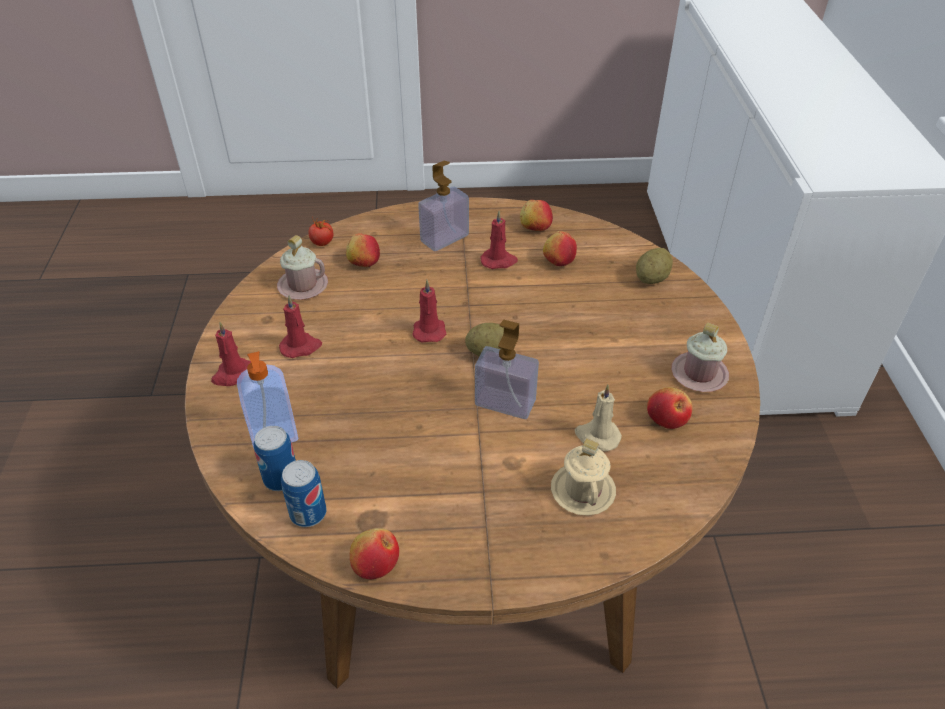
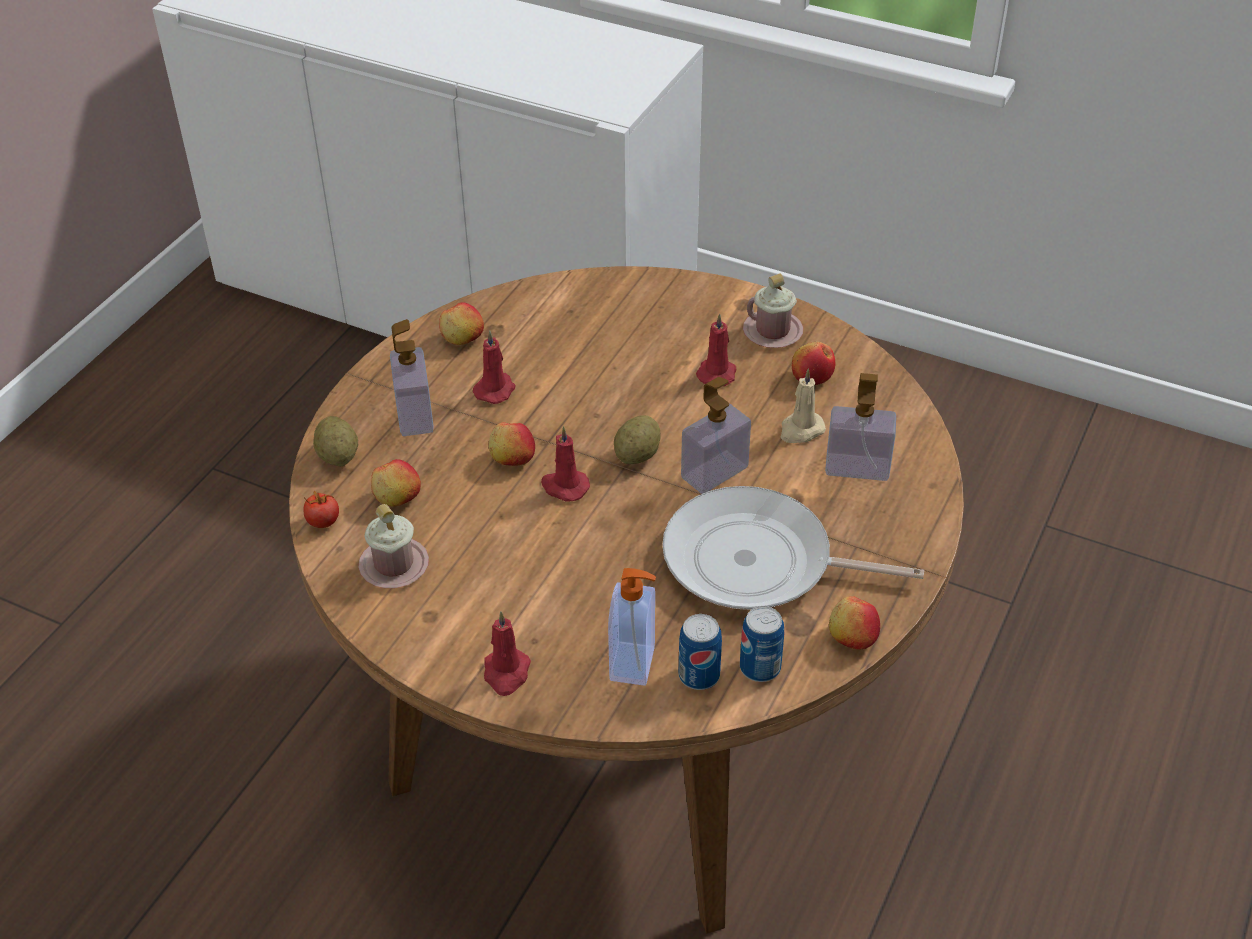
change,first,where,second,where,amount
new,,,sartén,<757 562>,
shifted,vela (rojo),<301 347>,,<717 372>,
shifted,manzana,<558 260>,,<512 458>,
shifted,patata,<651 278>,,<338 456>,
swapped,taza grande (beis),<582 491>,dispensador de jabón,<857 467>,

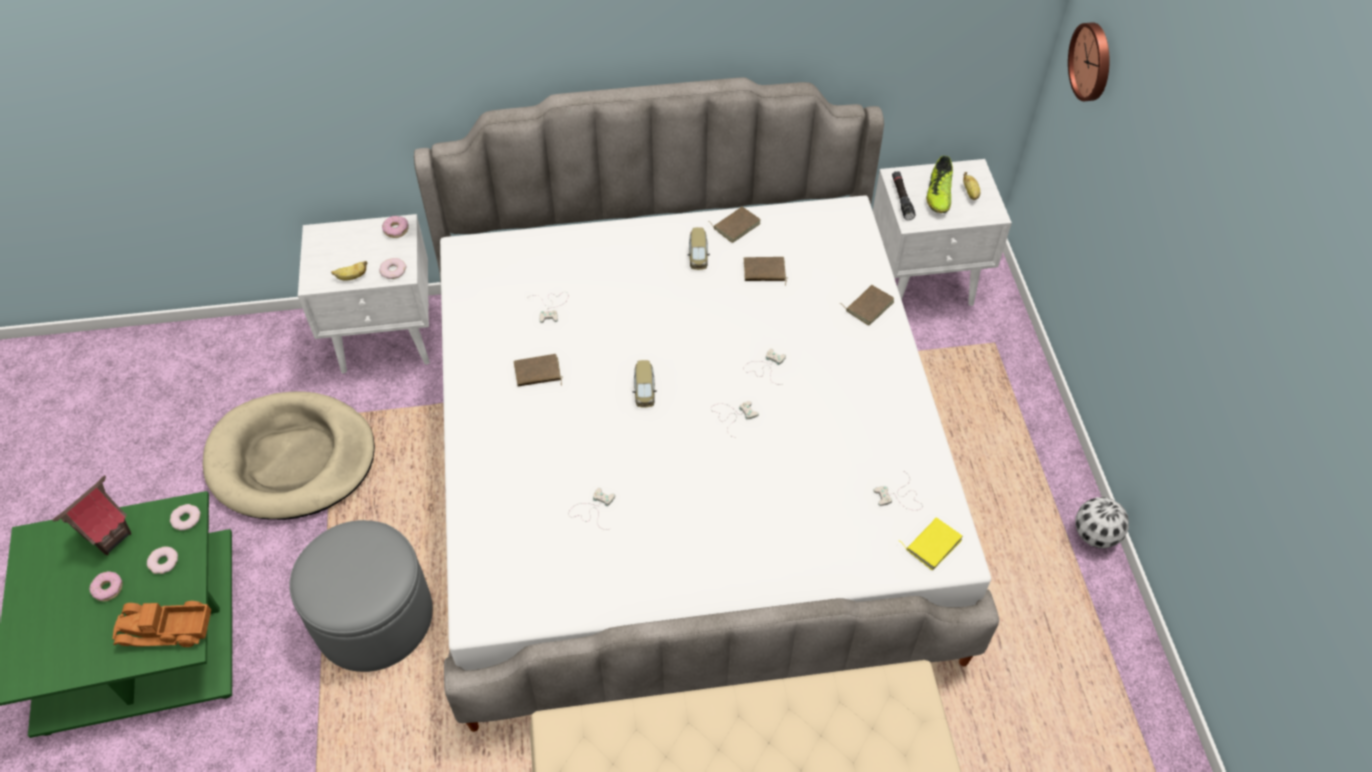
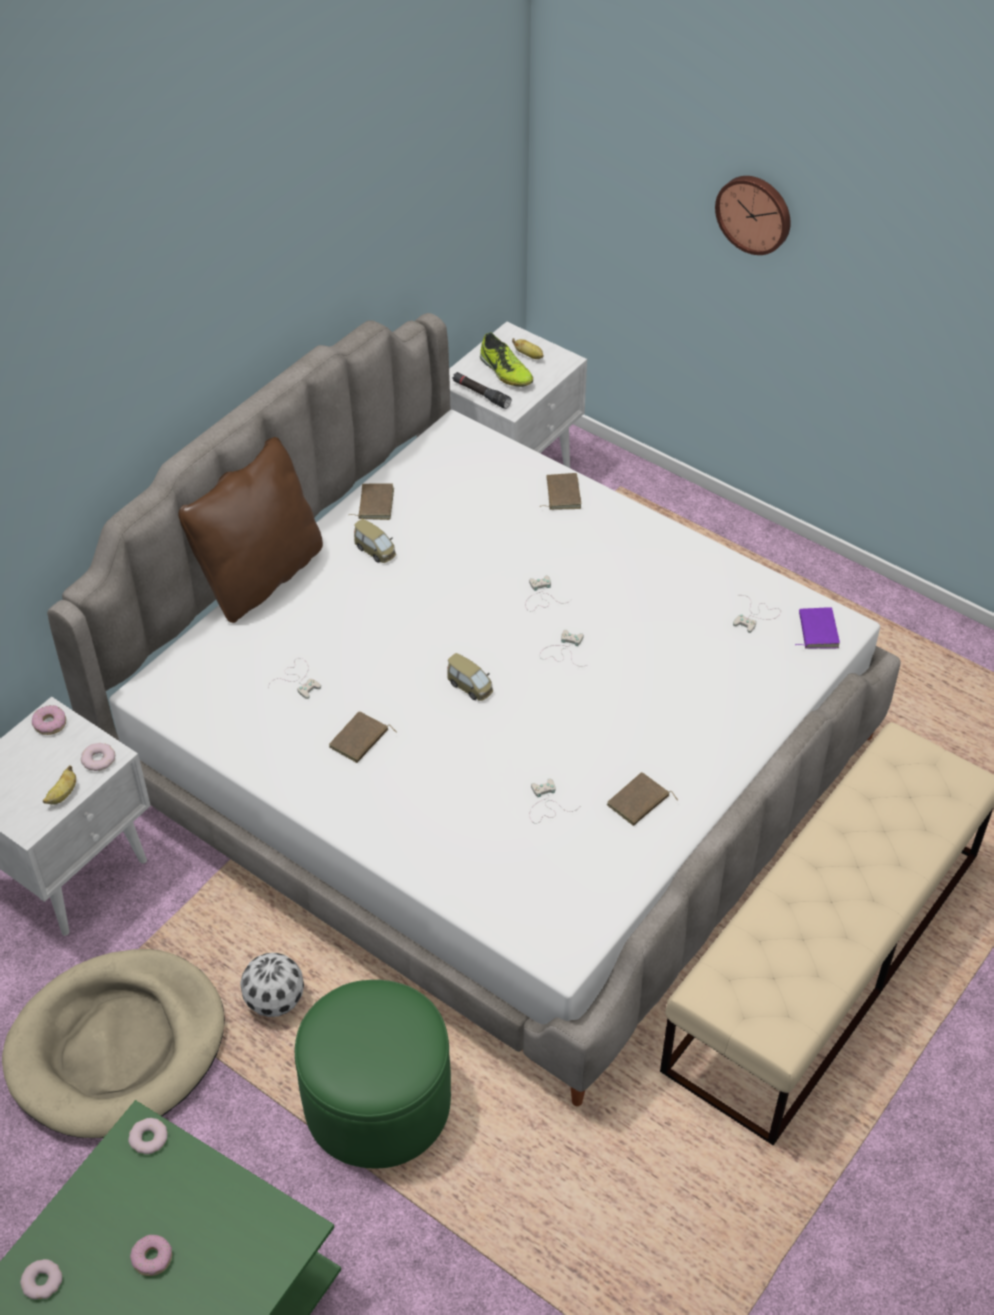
change,first,where,second,where,amount
gone,casita,<108 536>,,,
gone,camión de juguete,<165 630>,,,
new,,,cojín (marrón),<260 576>,
shifted,rosquilla,<164 562>,,<42 1281>,
shifted,libro (marrón),<764 272>,,<639 802>,
shifted,reloj de pared,<1092 61>,,<755 213>,
shifted,balón de fútbol,<1094 534>,,<274 1001>,
repainted,puf (gris),<373 617>,puf (verde),<377 1101>,
repainted,libro (amarillo),<932 544>,libro (morado),<816 630>,

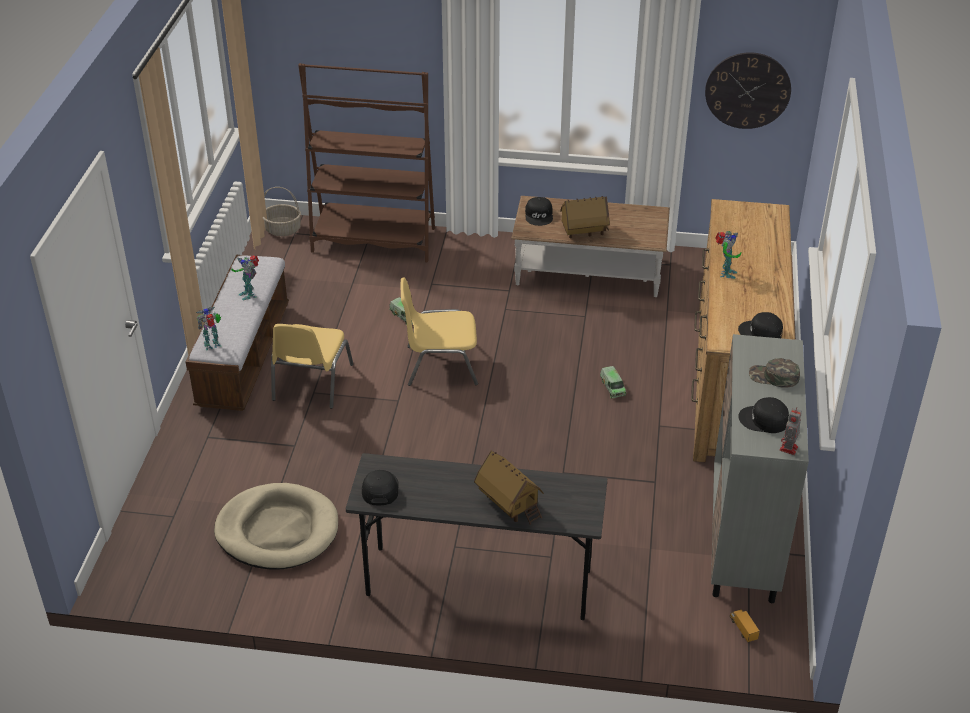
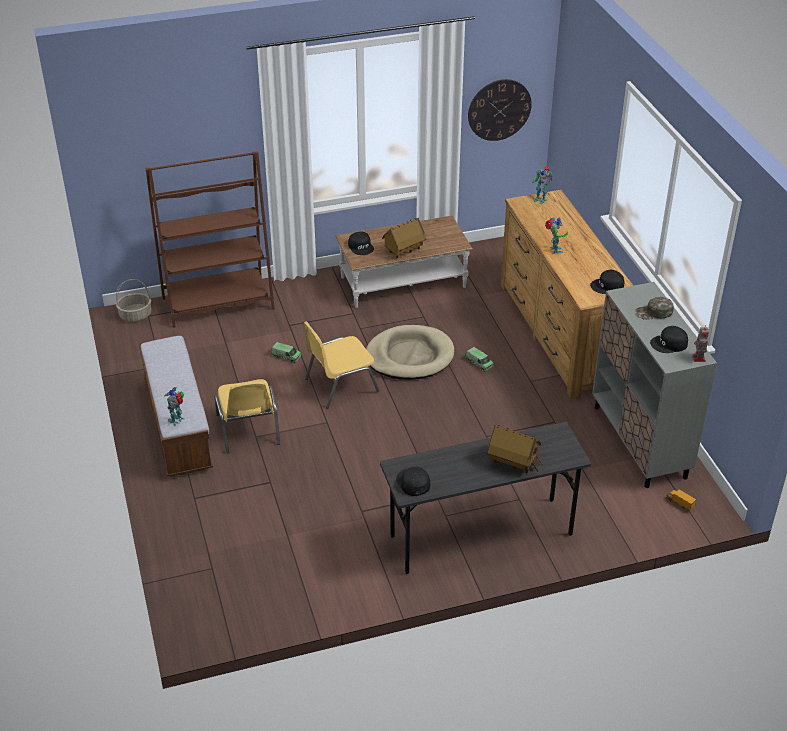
change,first,where,second,where,amount
shifted,cama para perro (beis),<277 530>,,<409 356>,
shifted,robot de juguete,<249 294>,,<540 199>,

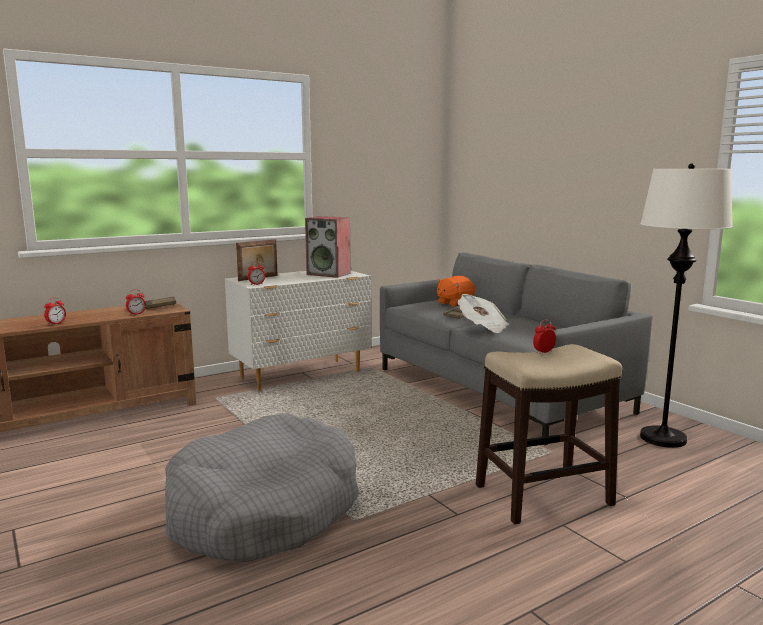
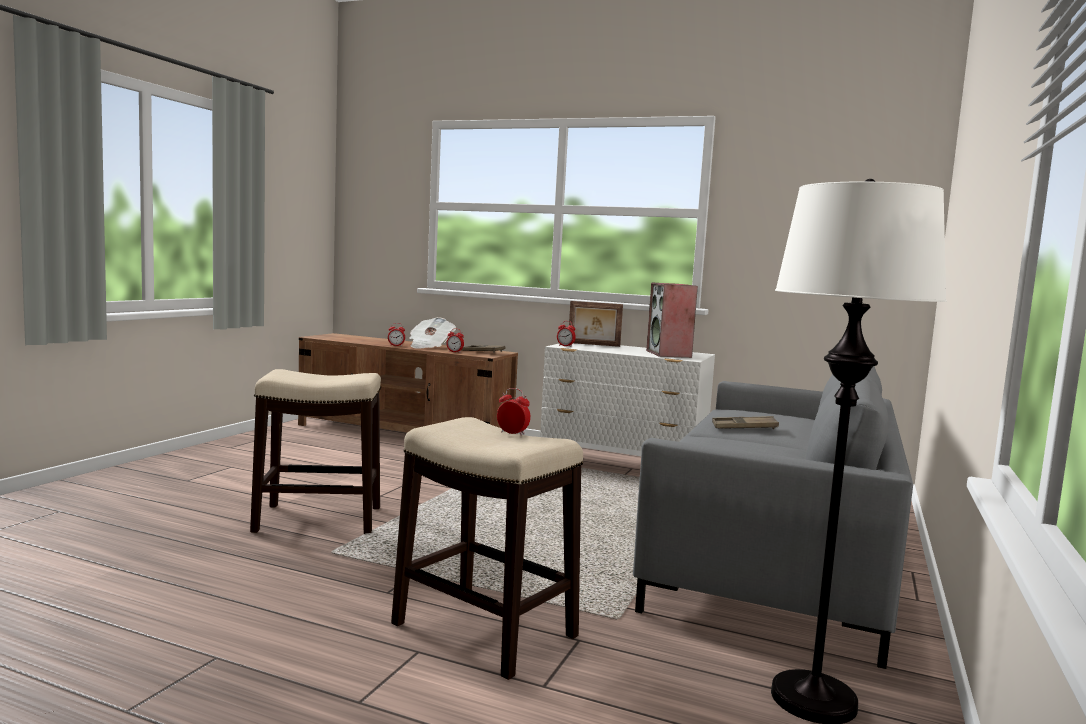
change,first,where,second,where,amount
gone,peluche (naranja),<454 303>,,,
shifted,periódico,<482 327>,,<430 346>,
swapped,cama para perro (gris),<264 510>,taburete,<320 519>,

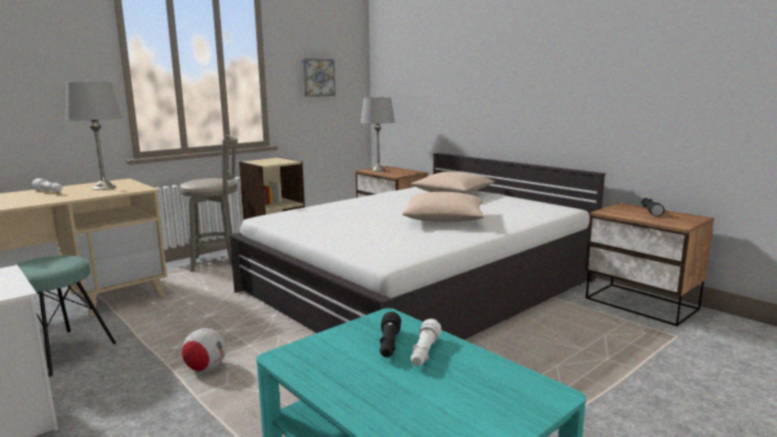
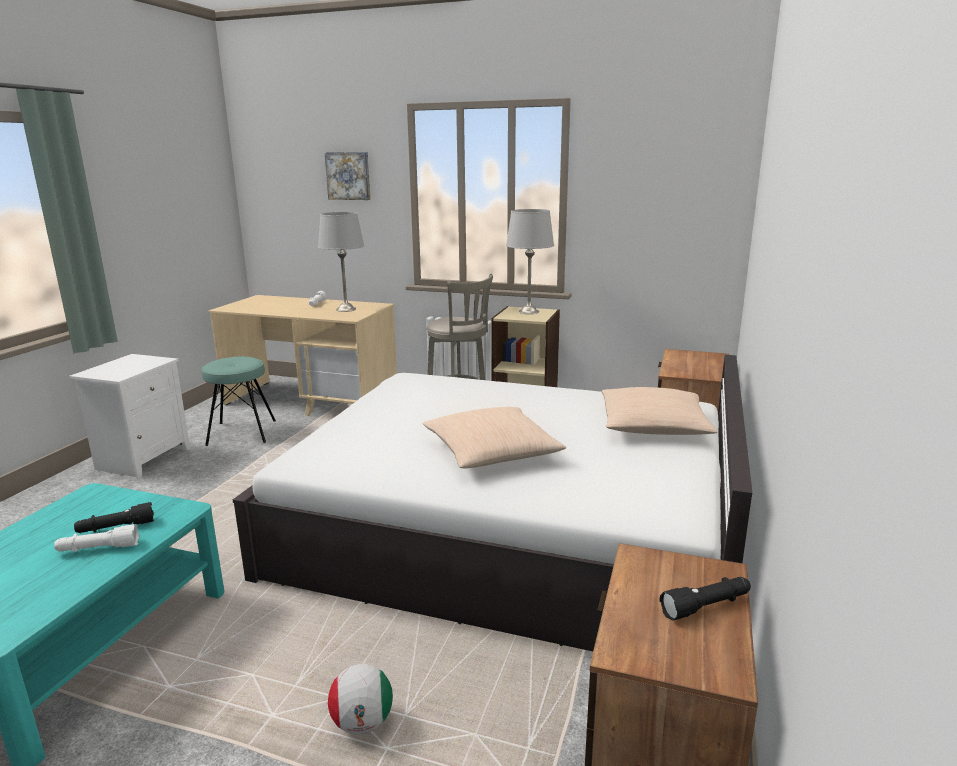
change,first,where,second,where,amount
shifted,balón de fútbol,<206 368>,,<362 723>,
shifted,cuadro,<317 77>,,<349 176>,
shifted,lámpara de mesa (gris),<378 170>,,<529 312>,

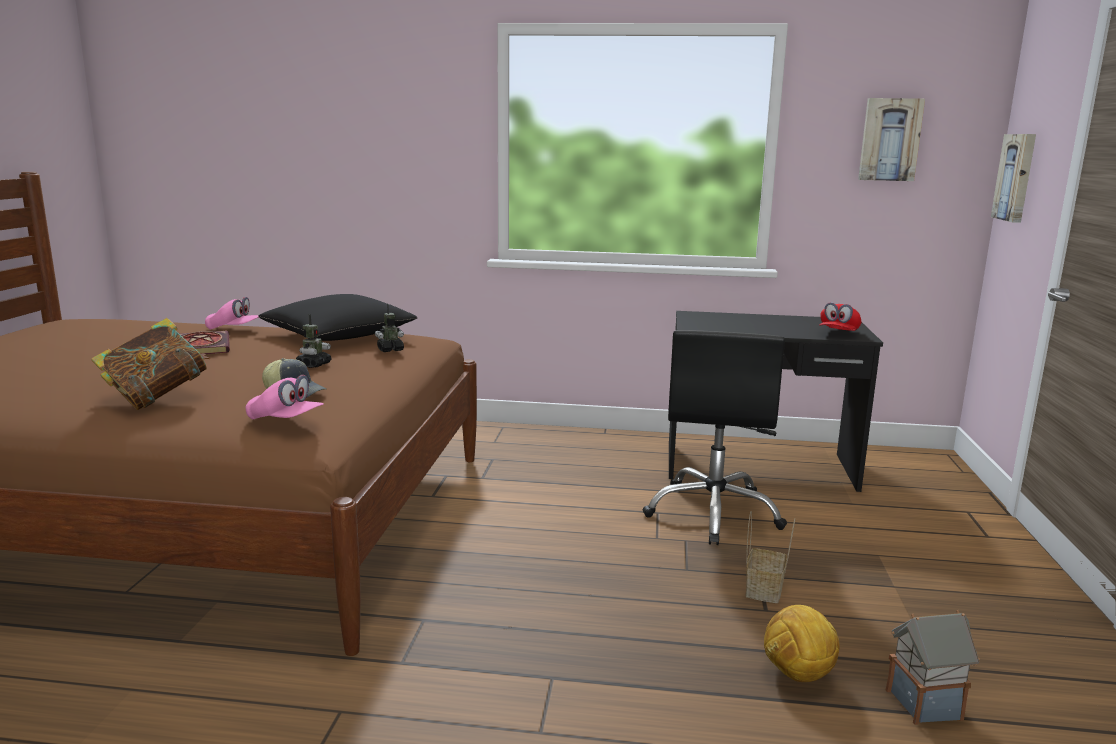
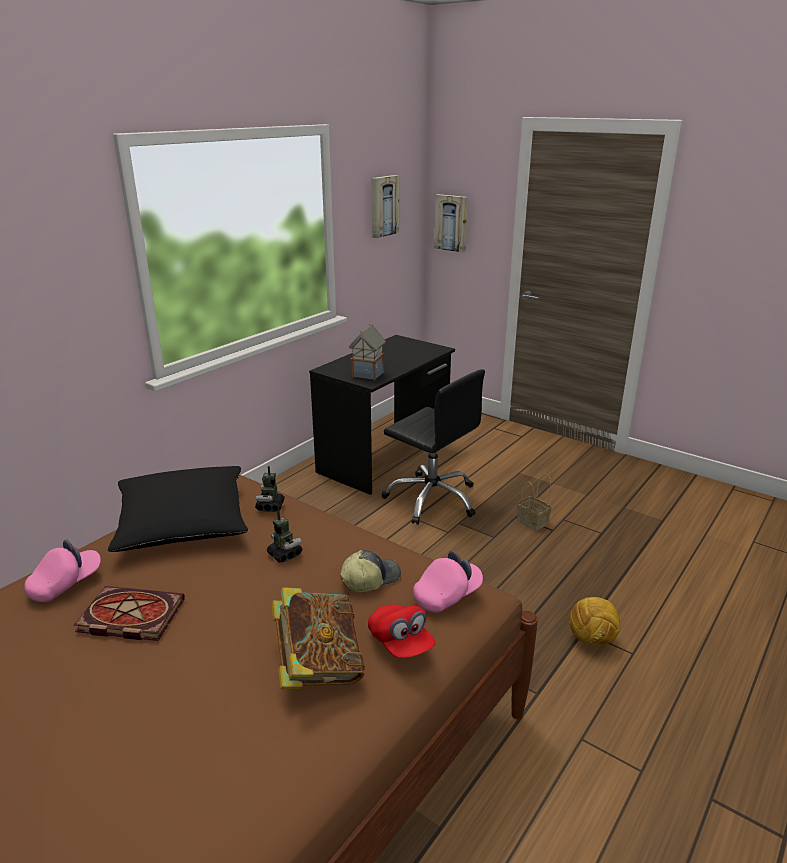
change,first,where,second,where,amount
shifted,balón de fútbol,<798 675>,,<592 640>,
shifted,gorra (rojo),<838 334>,,<401 643>,
shifted,casita,<925 704>,,<368 374>,

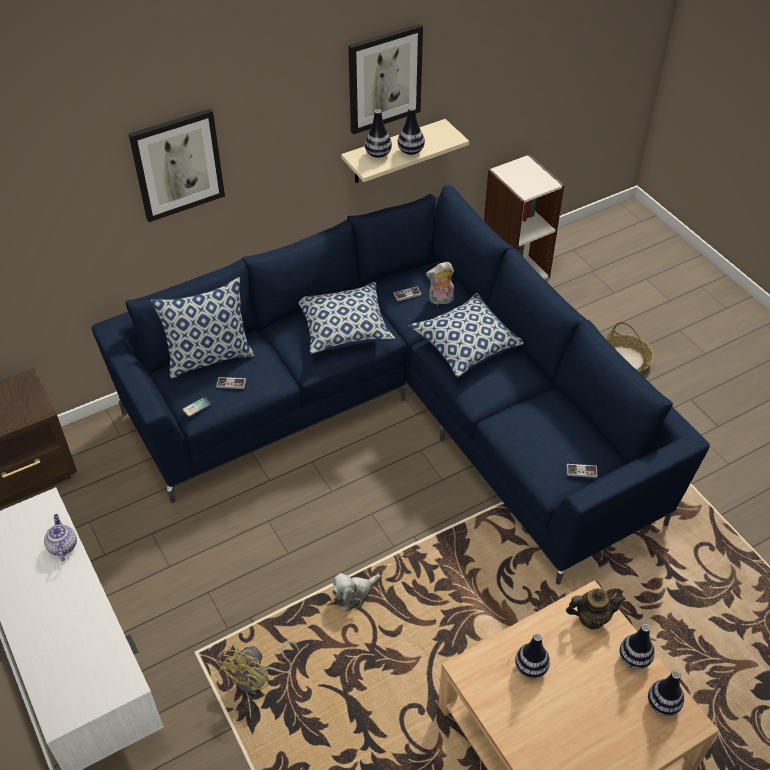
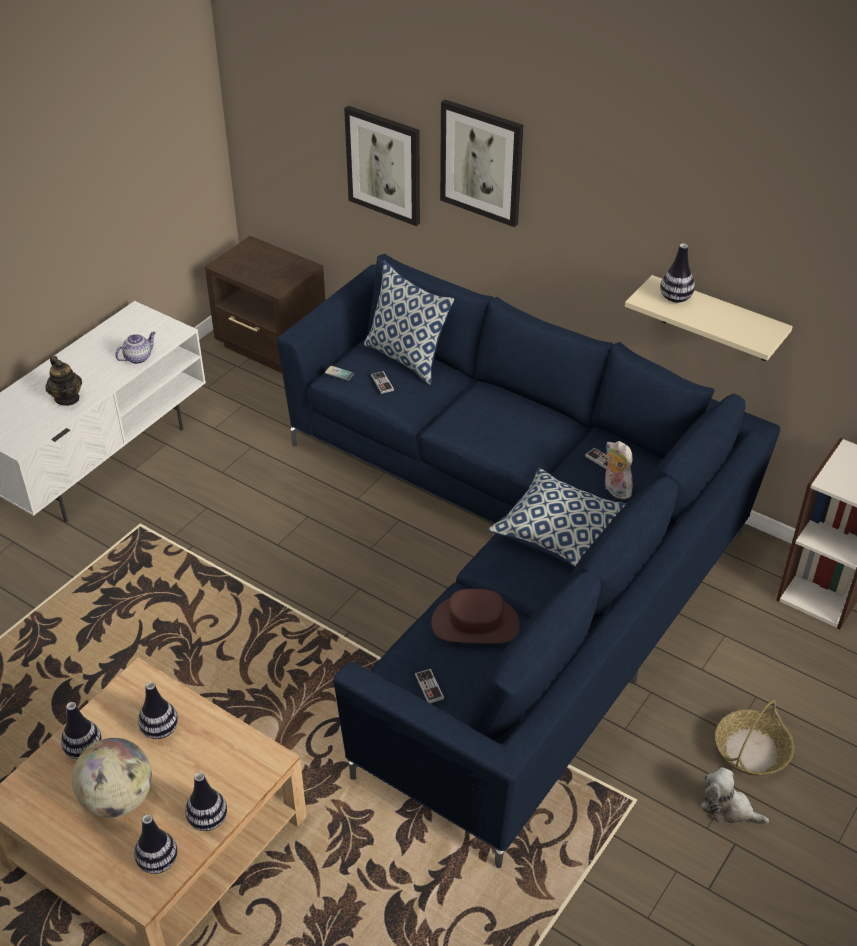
change,first,where,second,where,amount
gone,ventilador (amarillo),<258 677>,,,
gone,cojín,<344 328>,,,
new,,,globo terráqueo,<118 799>,
new,,,sombrero (marrón),<475 623>,
shifted,peluche,<354 594>,,<728 808>,
shifted,cuadro,<384 78>,,<384 165>,
shifted,florero,<411 151>,,<84 750>,
shifted,tetera,<591 618>,,<67 398>,

